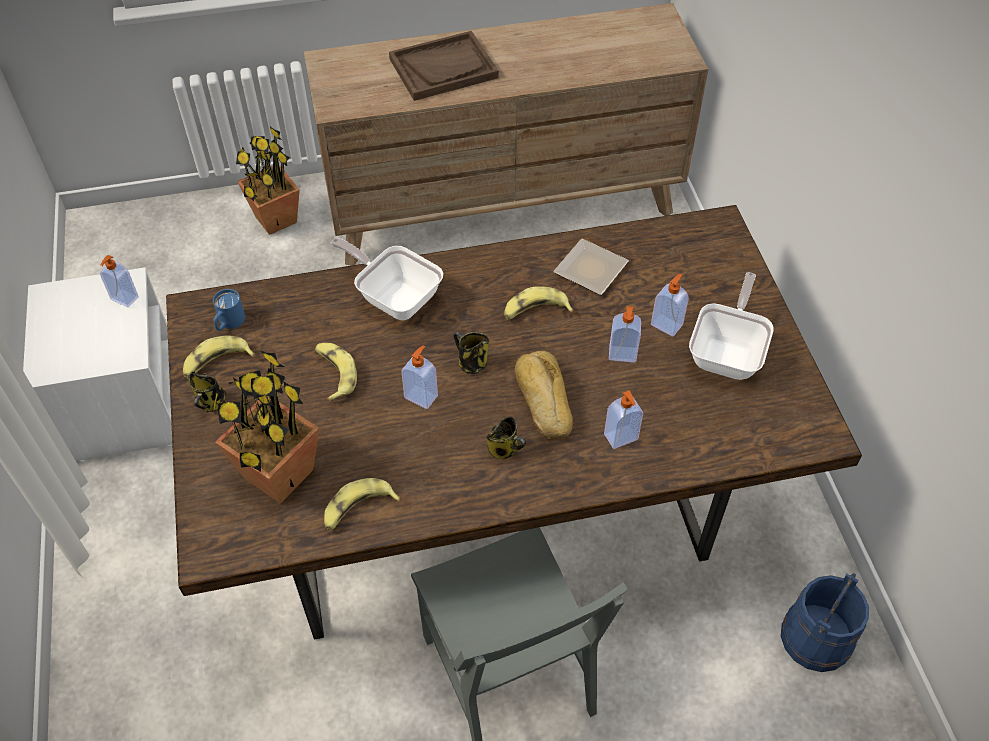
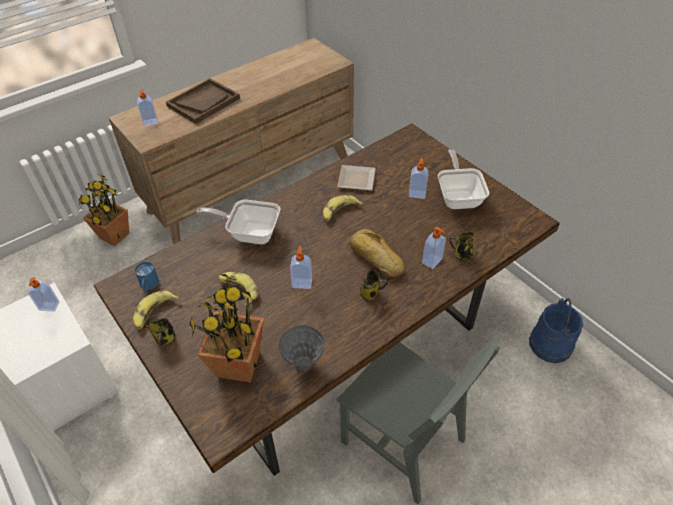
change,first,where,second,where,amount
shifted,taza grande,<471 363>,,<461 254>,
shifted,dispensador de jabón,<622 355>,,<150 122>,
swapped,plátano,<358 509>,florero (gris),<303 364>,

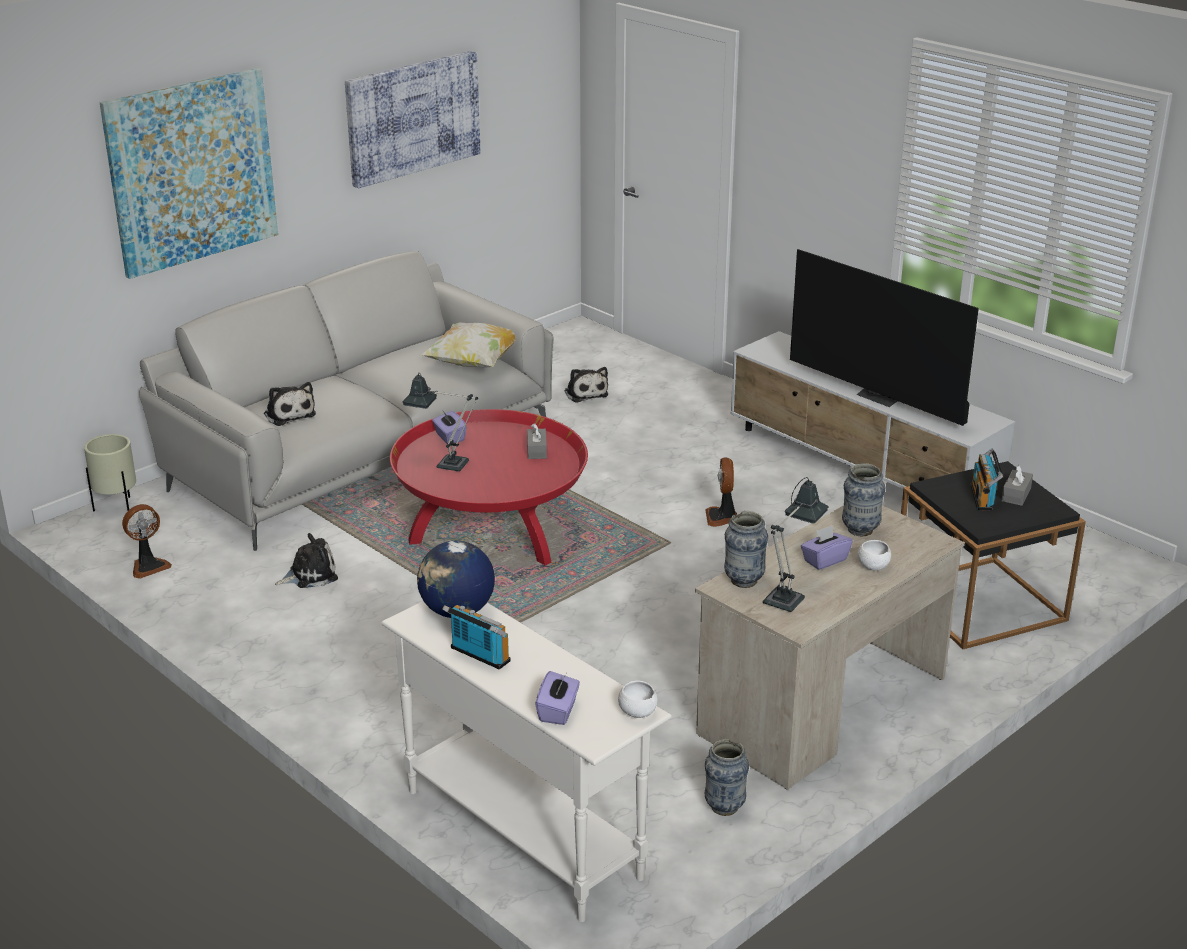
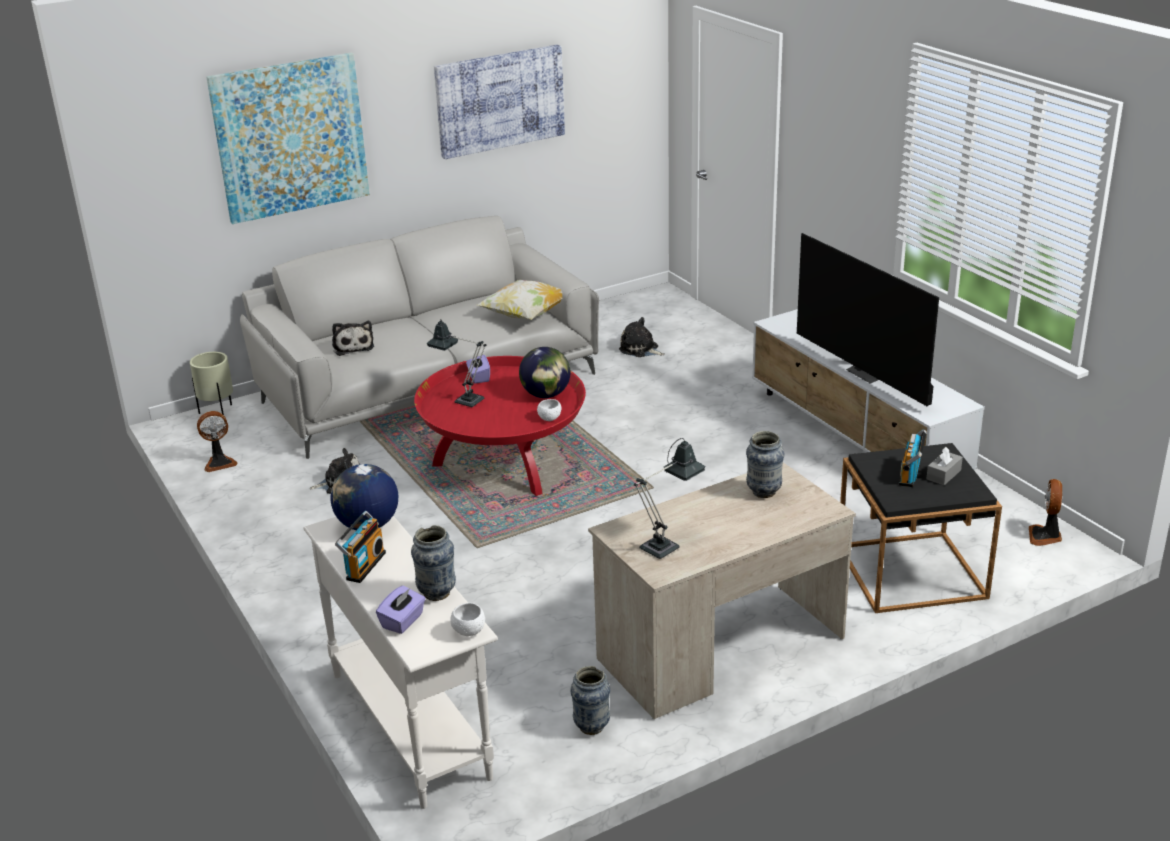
change,first,where,second,where,amount
gone,caja de pañuelos (morado),<824 560>,,,
shifted,ventilador,<722 517>,,<1045 536>,
shifted,florero,<743 581>,,<436 593>,
shifted,cuenco (blanco),<873 567>,,<549 418>,
swapped,caja de pañuelos (gris),<536 450>,globo terráqueo,<546 395>,
rotated,radio,<478 656>,,<363 565>,60 degrees clockwise
rotated,peluche,<585 393>,,<640 350>,135 degrees clockwise

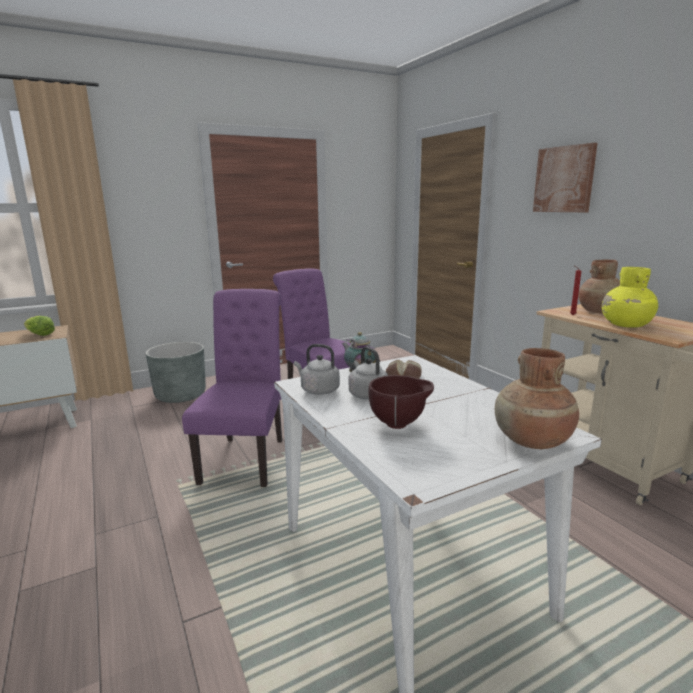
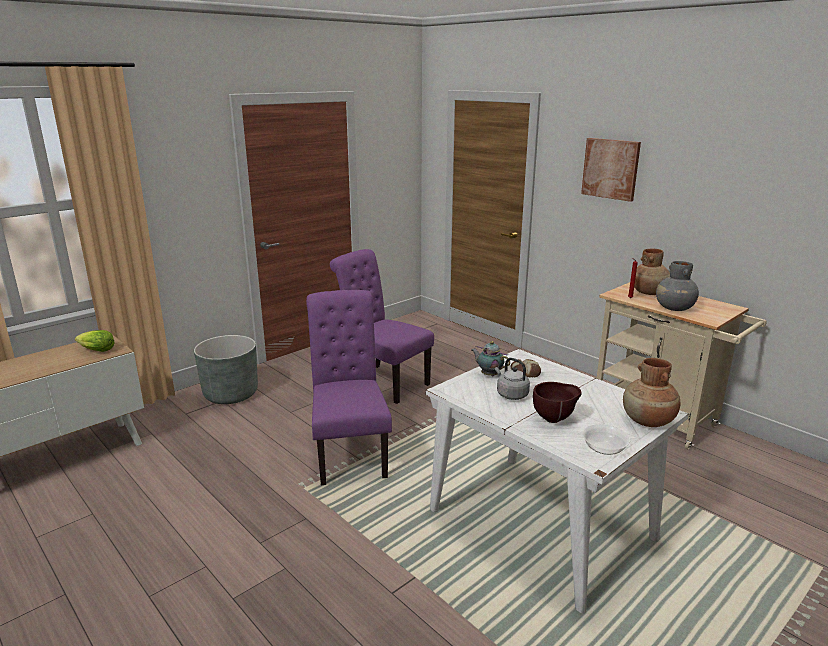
change,first,where,second,where,amount
gone,hervidor (gris),<318 390>,,,
new,,,cuenco,<604 448>,
repainted,florero (amarillo),<625 325>,florero (gris),<674 308>,

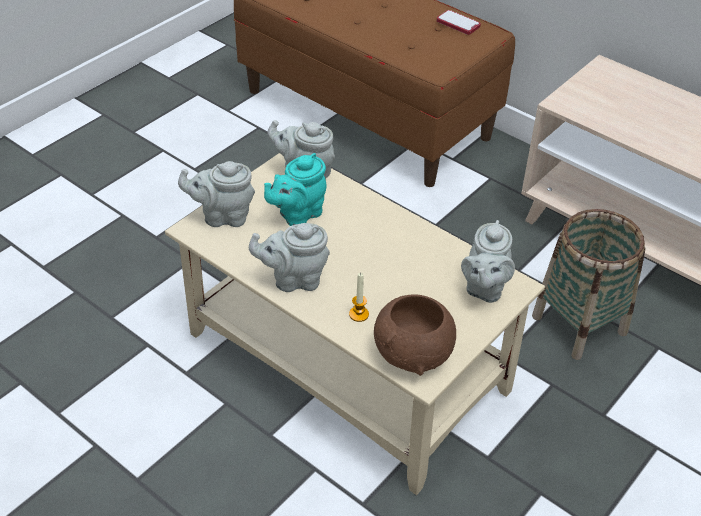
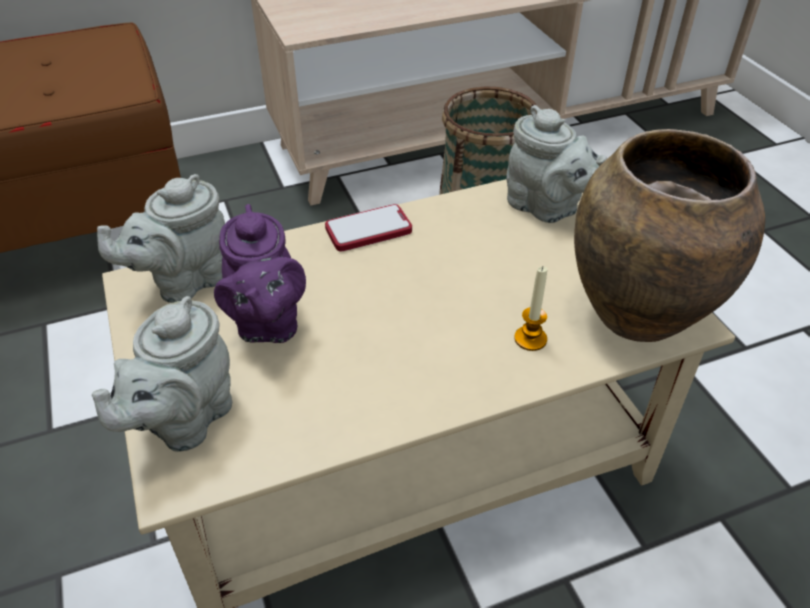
change,first,where,second,where,amount
gone,tetera (gris),<294 279>,,,
shifted,móvil,<458 23>,,<368 230>,
swapped,cuenco (marrón),<413 354>,florero (marrón),<636 314>,
repainted,tetera (turquesa),<297 214>,tetera (morado),<267 323>,

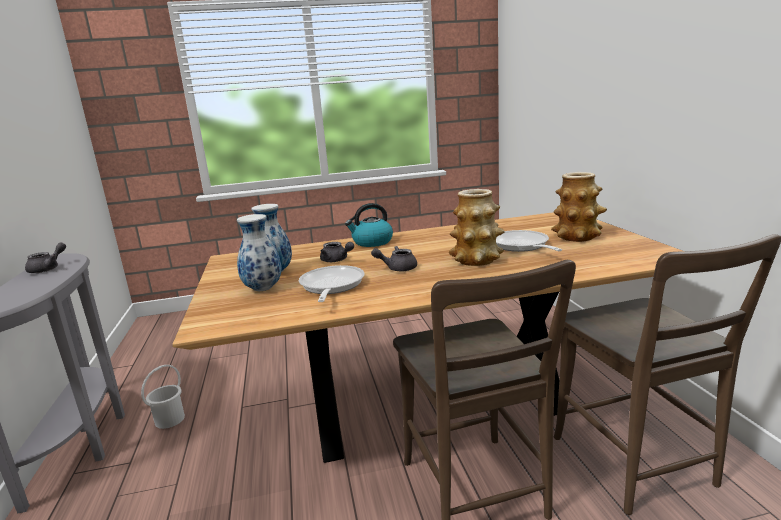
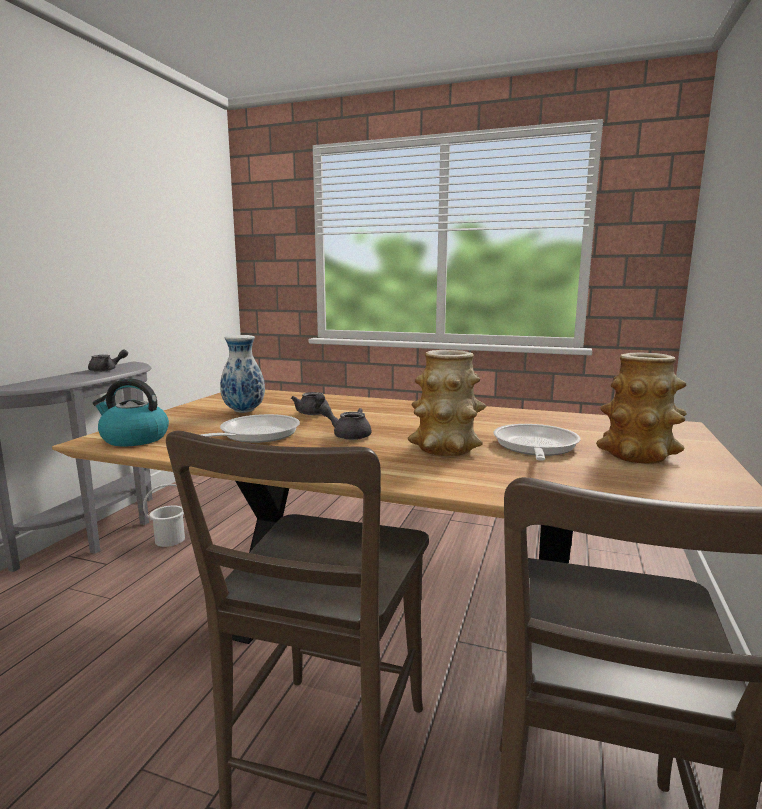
change,first,where,second,where,amount
gone,florero,<264 289>,,,
shifted,hervidor,<372 242>,,<134 439>,

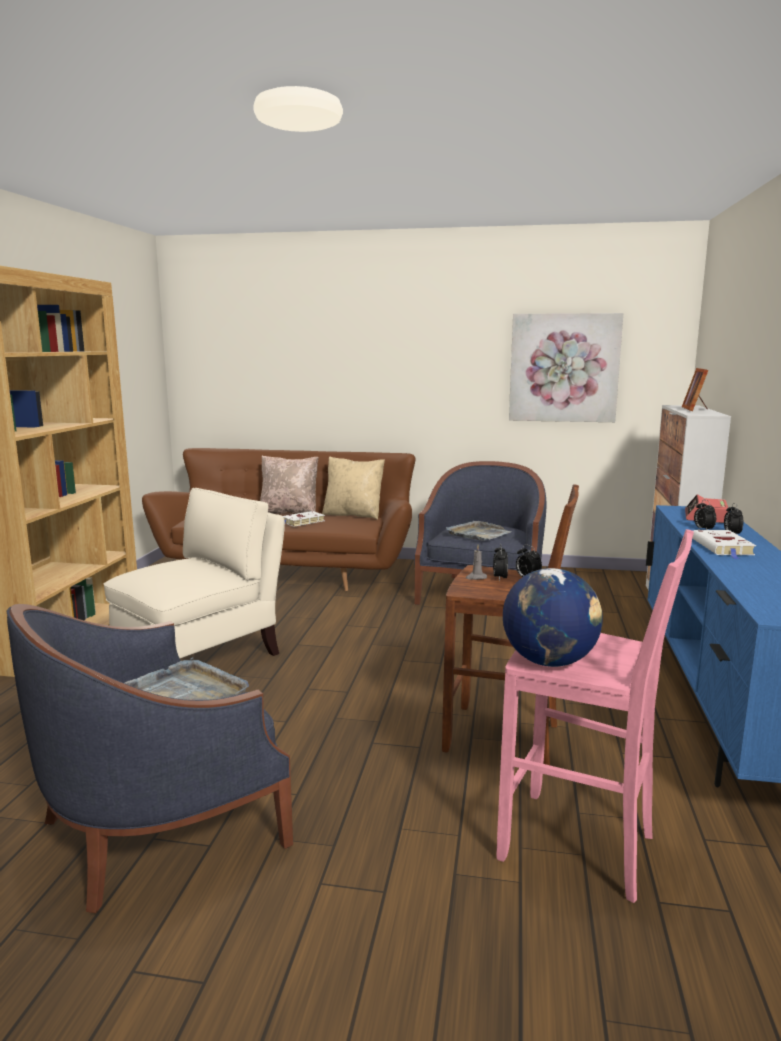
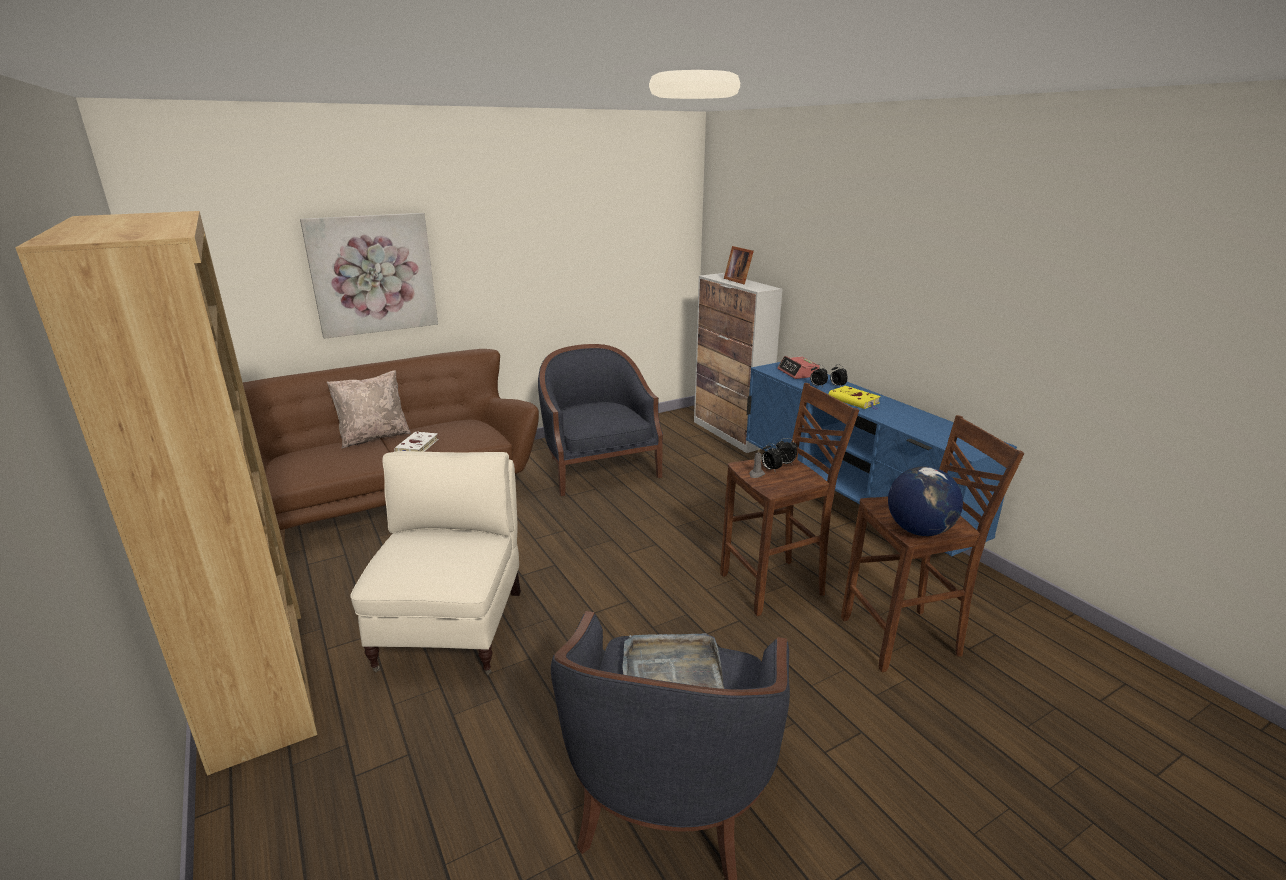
change,first,where,second,where,amount
gone,cojín (beis),<353 515>,,,
gone,bandeja (gris),<478 534>,,,
shifted,cuadro,<564 368>,,<373 274>,
repainted,taburete (rosa),<581 847>,taburete (marrón),<904 638>,
repainted,libro (blanco),<723 547>,libro (amarillo),<855 401>,

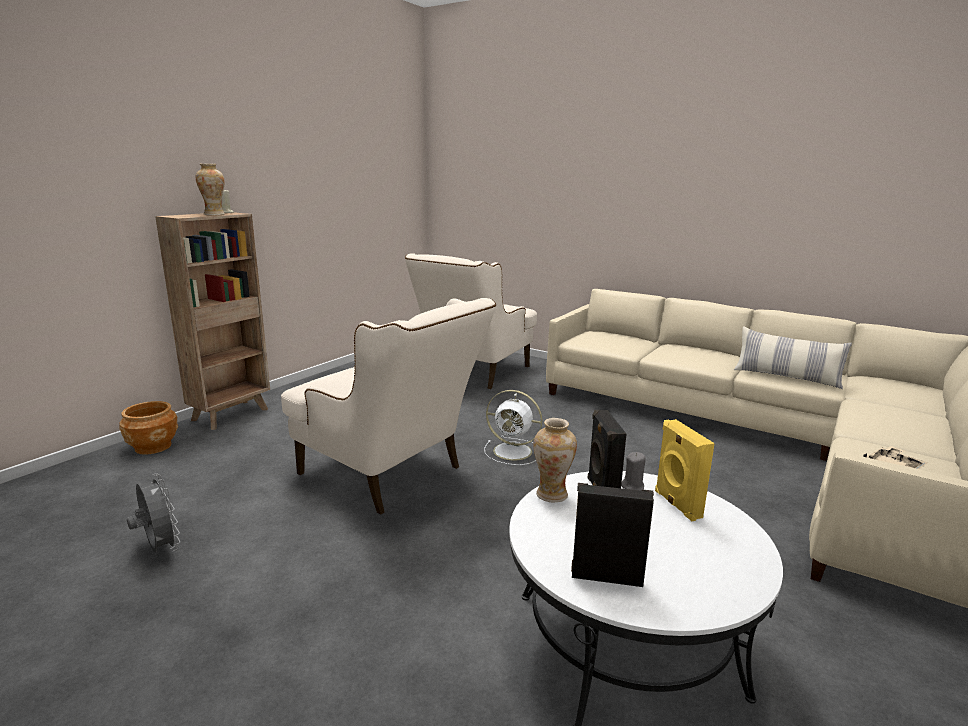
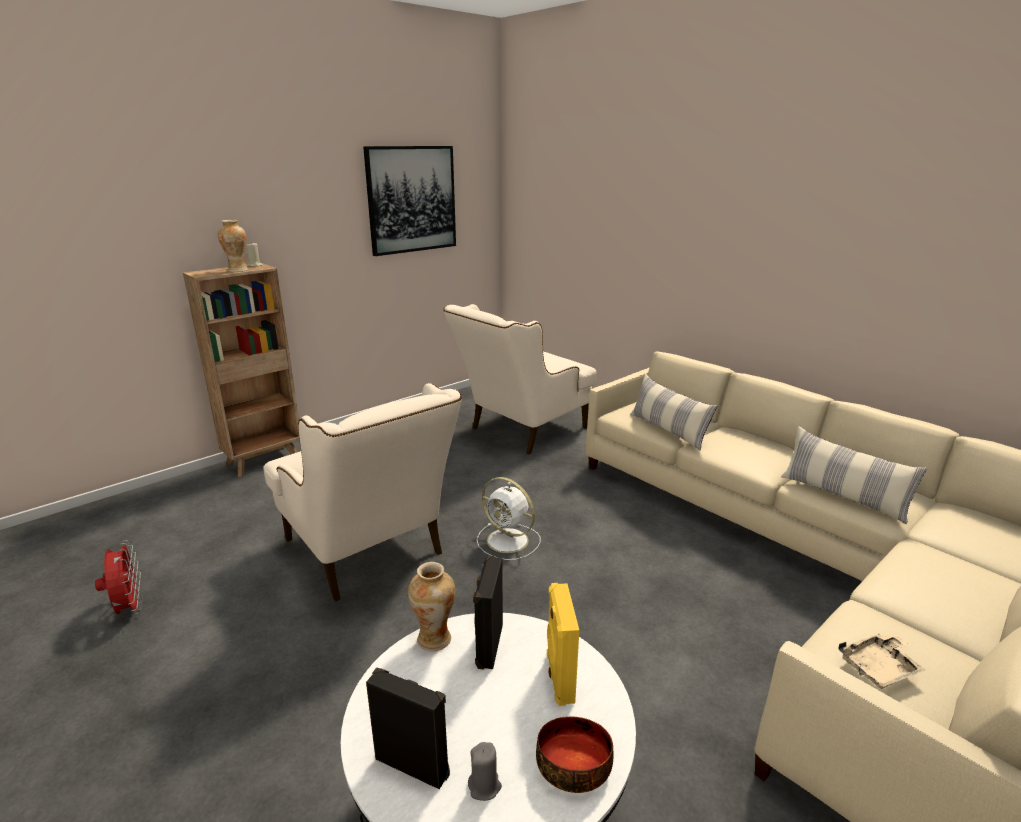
change,first,where,second,where,amount
gone,maceta (marrón),<153 446>,,,
new,,,cuadro,<411 199>,
new,,,cuenco,<574 764>,
new,,,cojín,<668 430>,
shifted,vela (gris),<632 486>,,<484 786>,
repainted,ventilador (gris),<160 549>,ventilador (rojo),<130 608>,

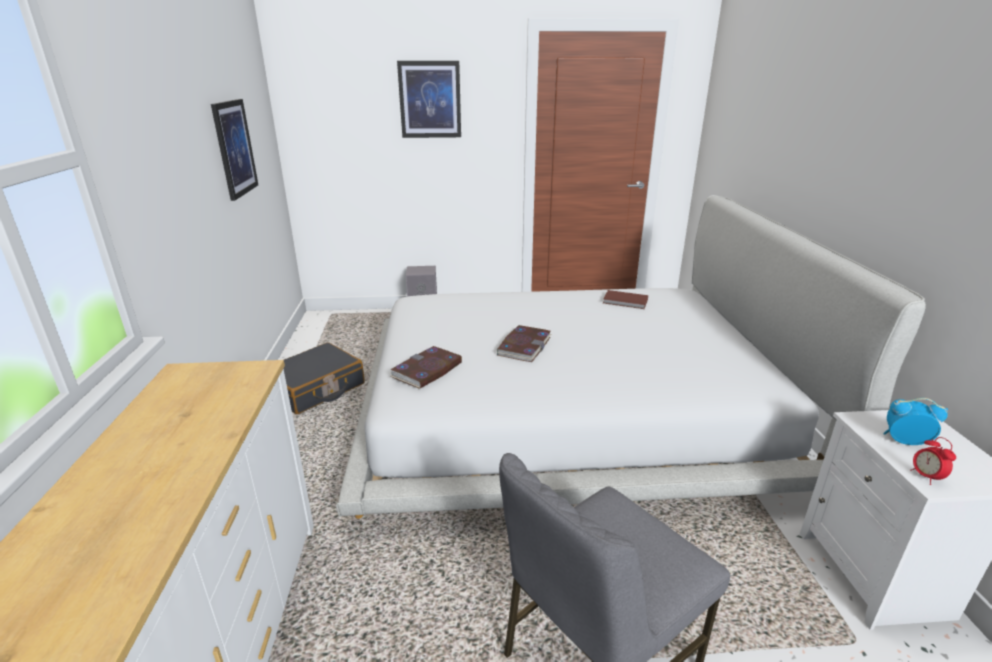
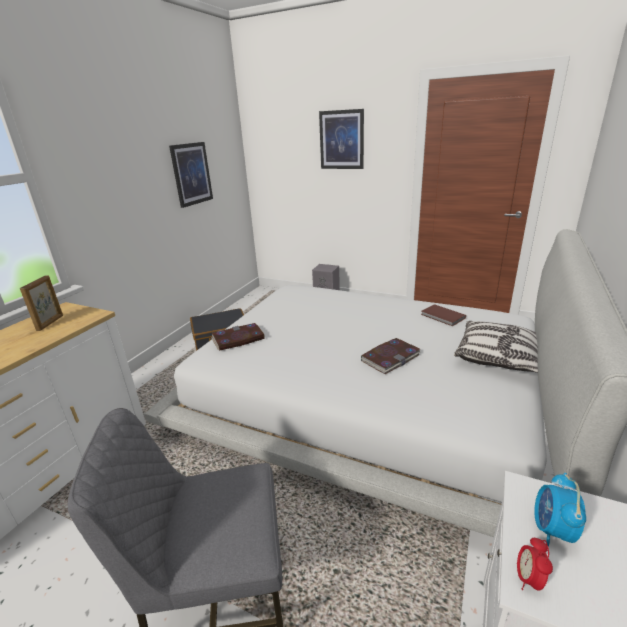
change,first,where,second,where,amount
new,,,portarretratos,<50 323>,
new,,,cojín,<497 357>,
shifted,libro,<524 346>,,<390 357>,
rotated,despertador,<904 441>,,<552 530>,120 degrees counterclockwise

